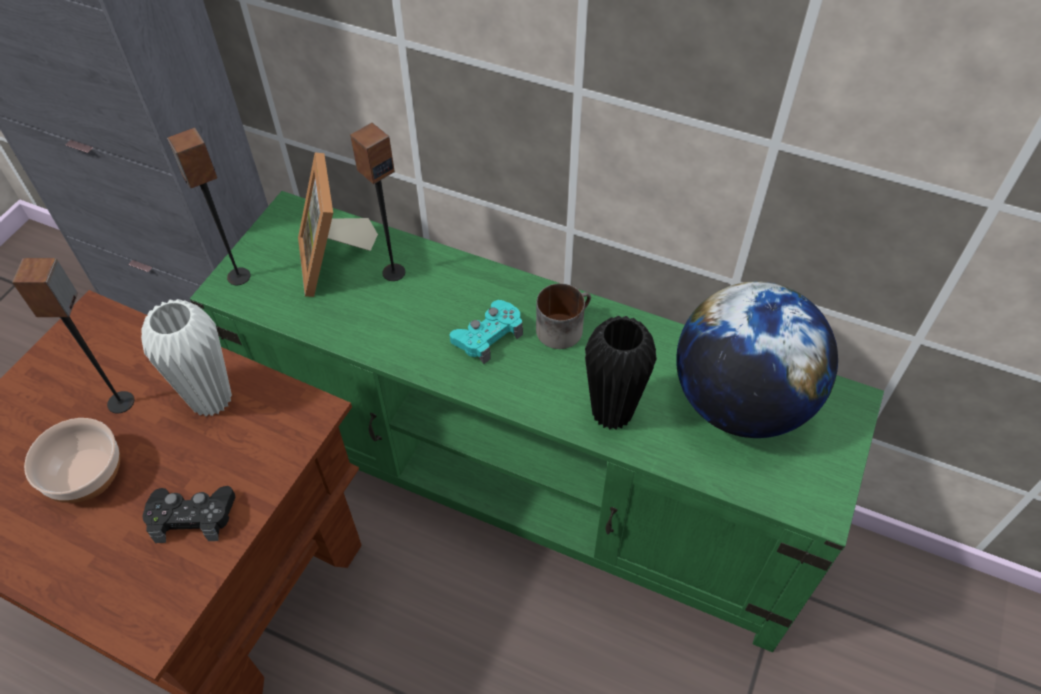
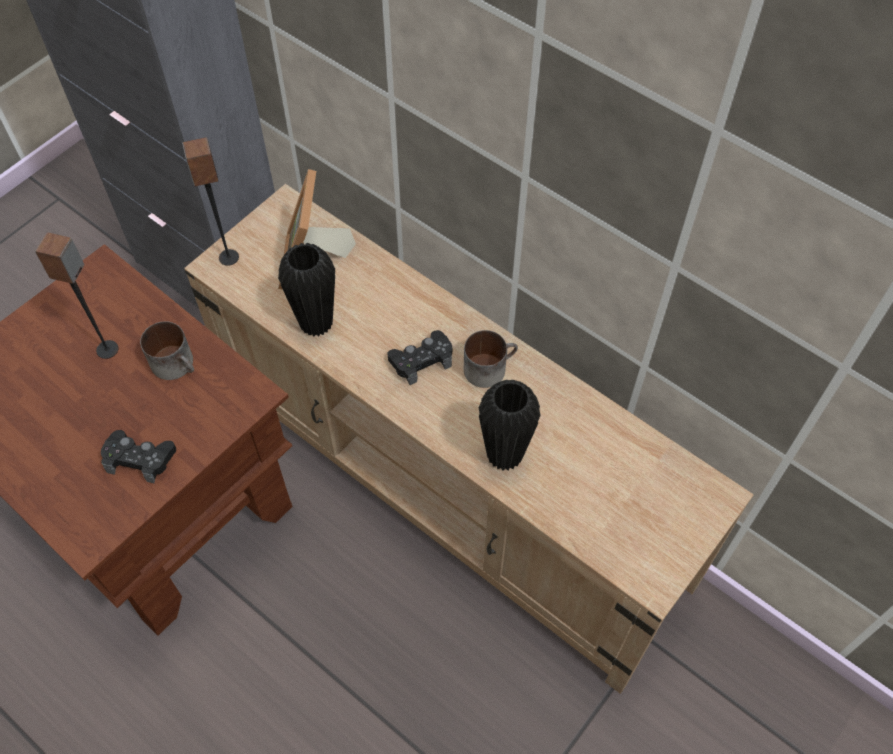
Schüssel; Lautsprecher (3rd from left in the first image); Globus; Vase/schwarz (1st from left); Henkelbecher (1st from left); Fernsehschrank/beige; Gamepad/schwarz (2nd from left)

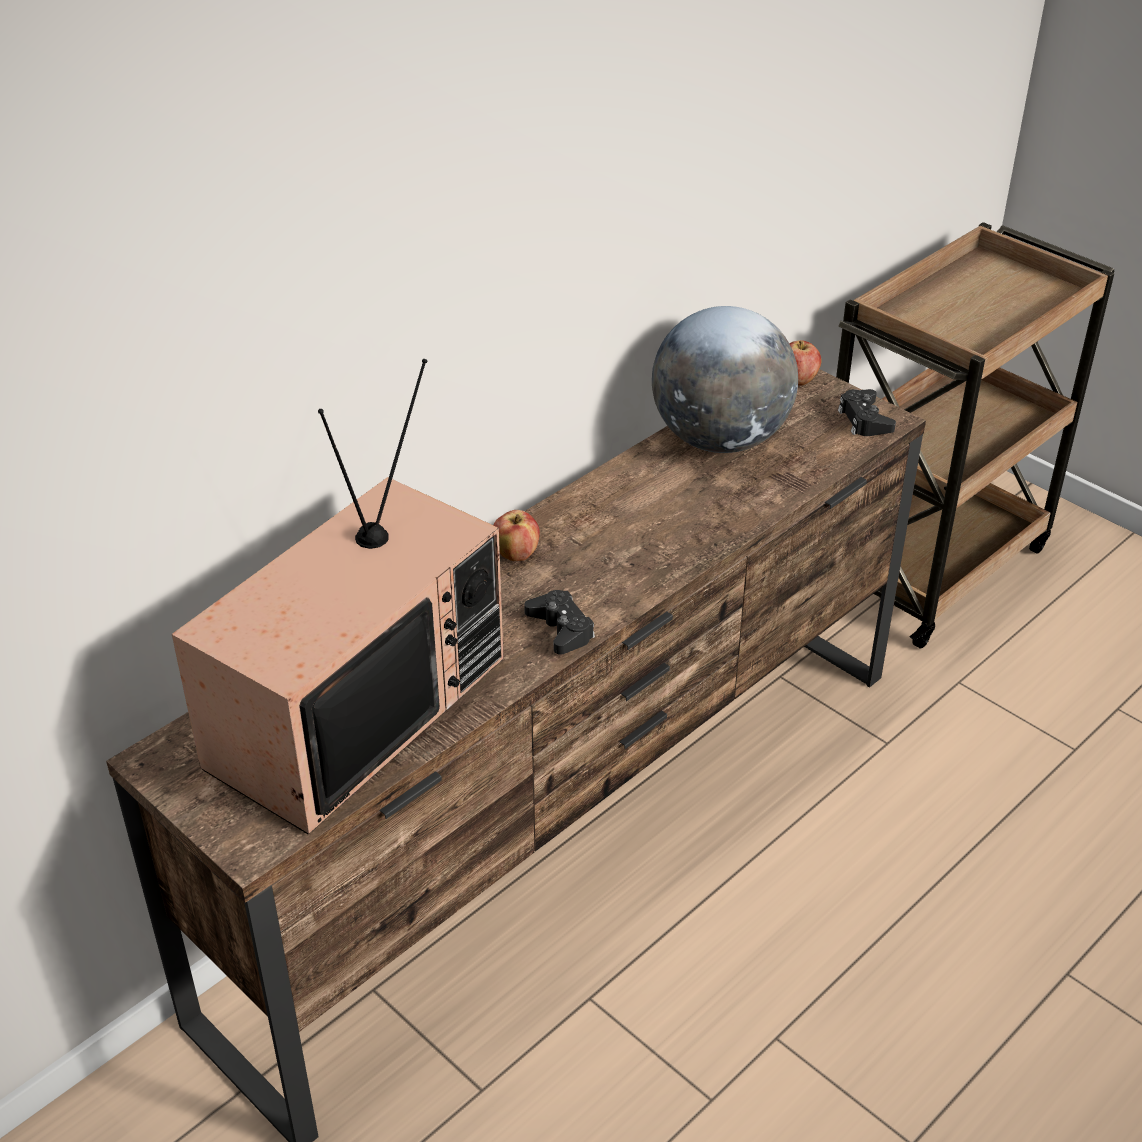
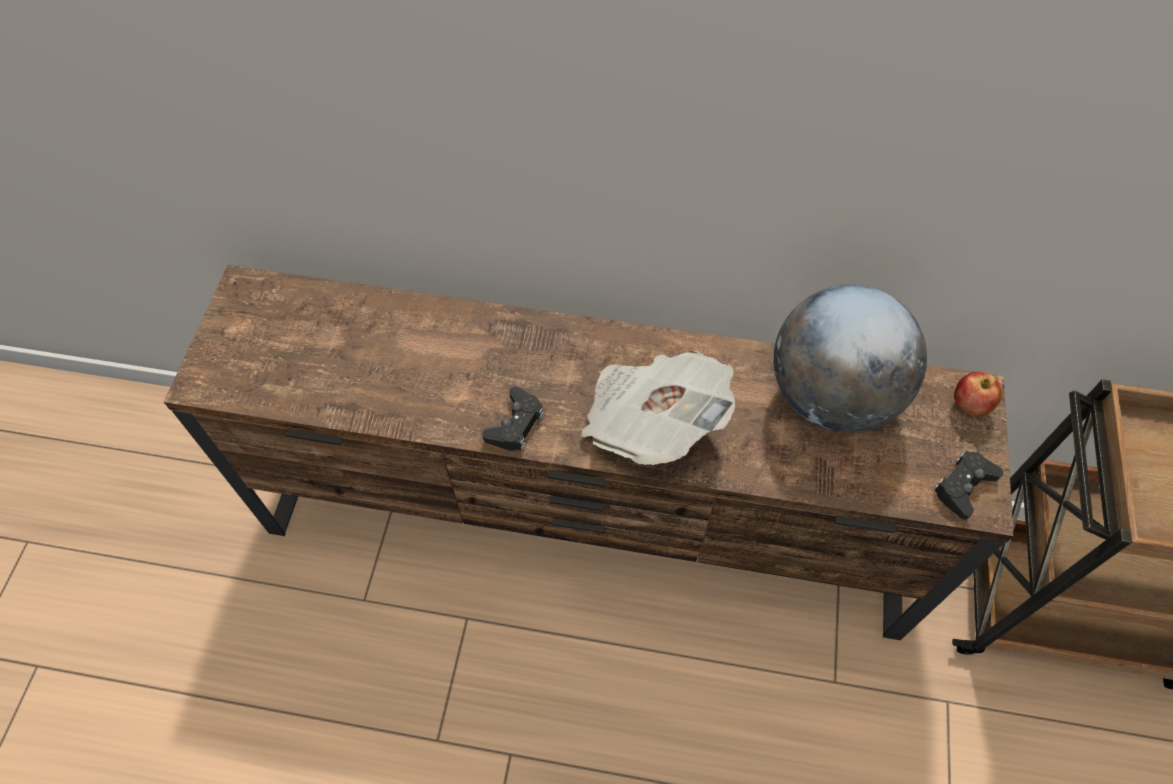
Fernseher; Apfel (1st from left in the first image); Zeitung

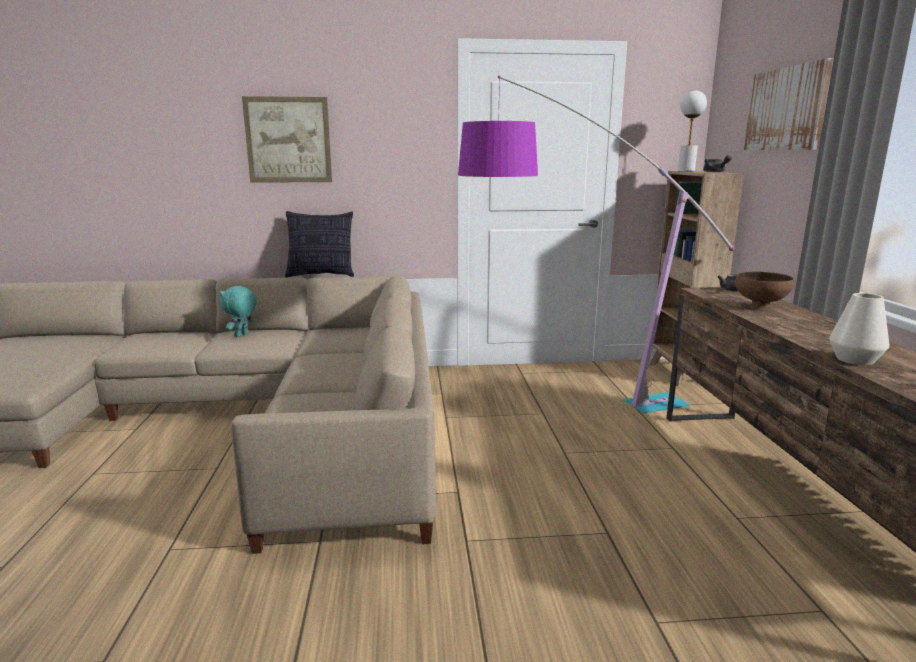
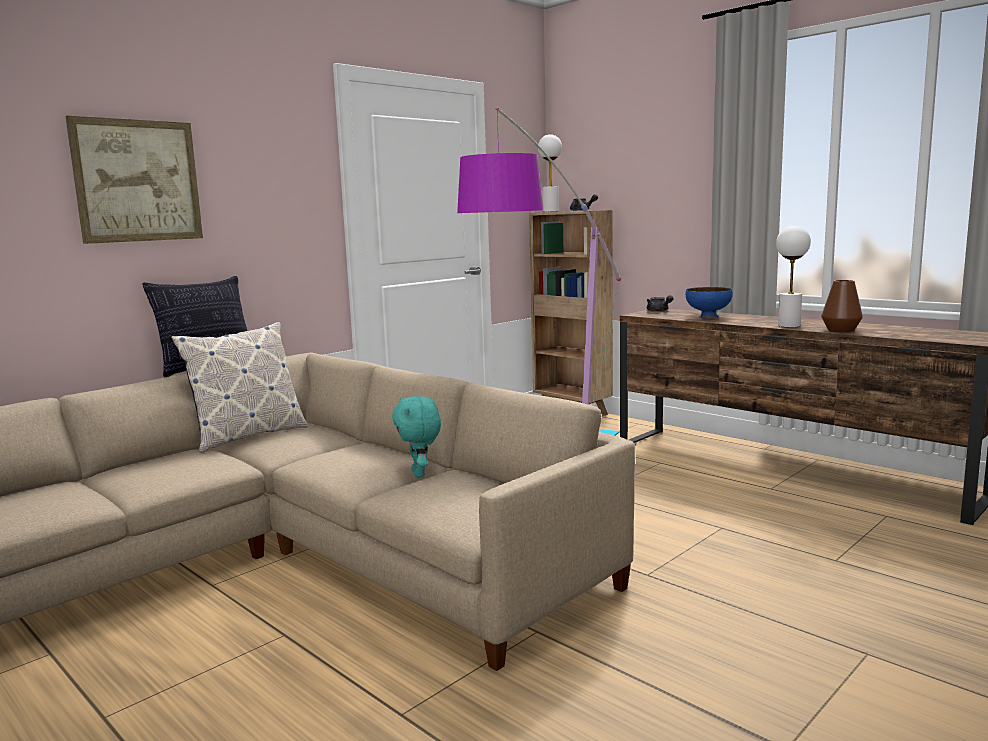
Bild (2nd from left in the first image); Kissen (2nd from left); Tischlampe/weiß (2nd from left); Plüschtier/türkis; Schüssel/blau; Vase/braun

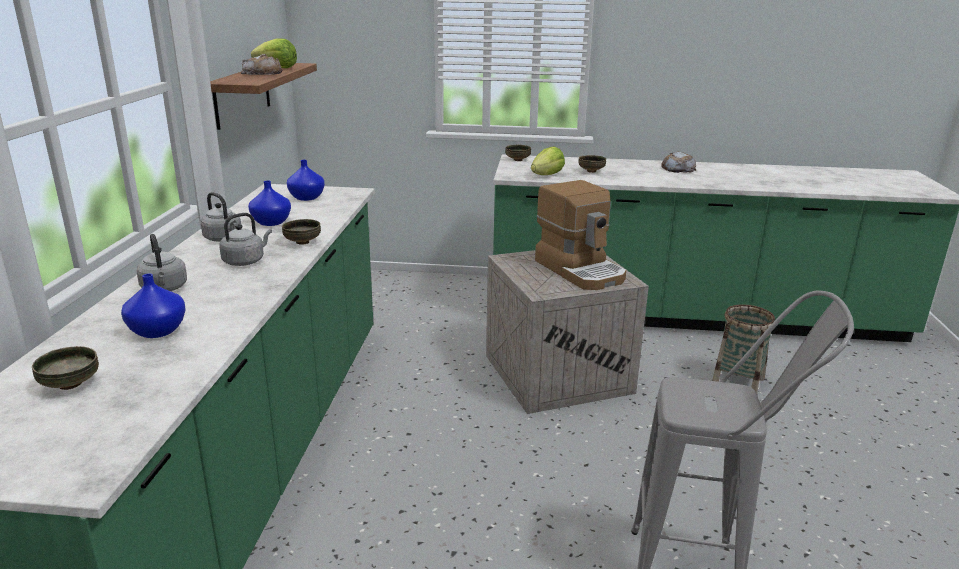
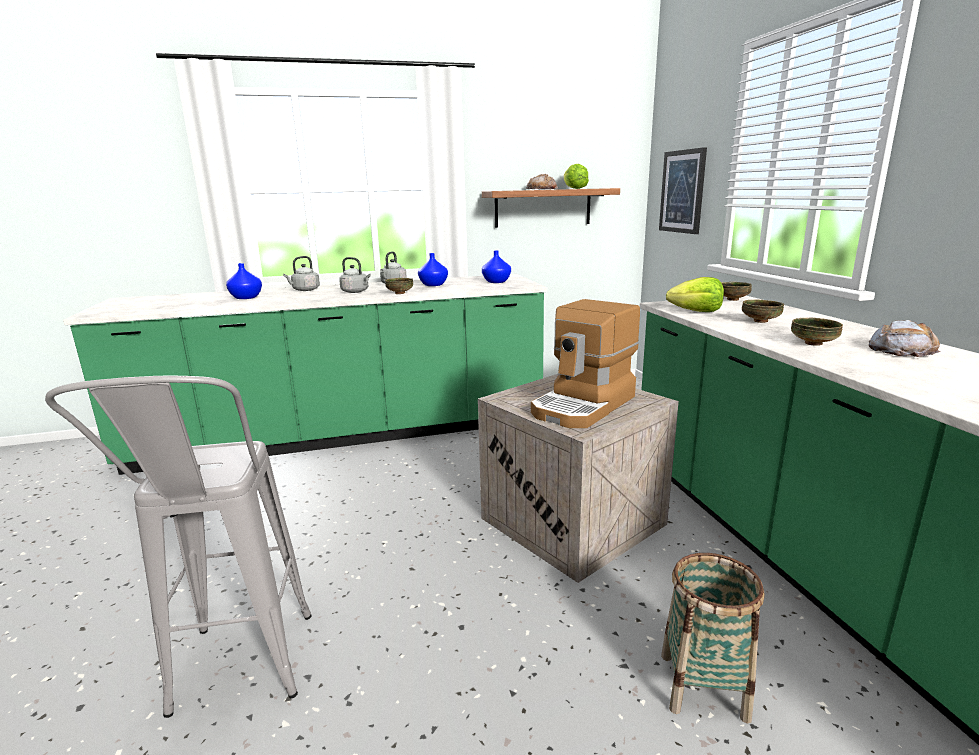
Bild; Schüssel (4th from left)

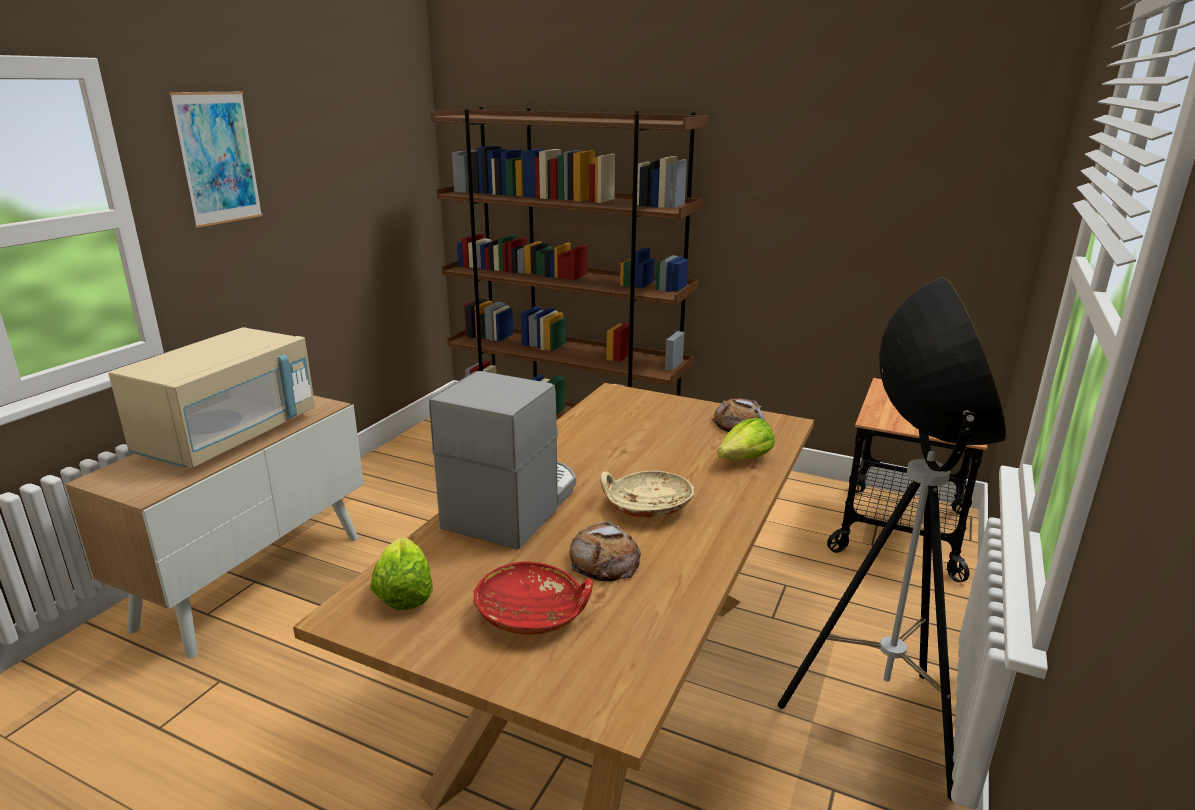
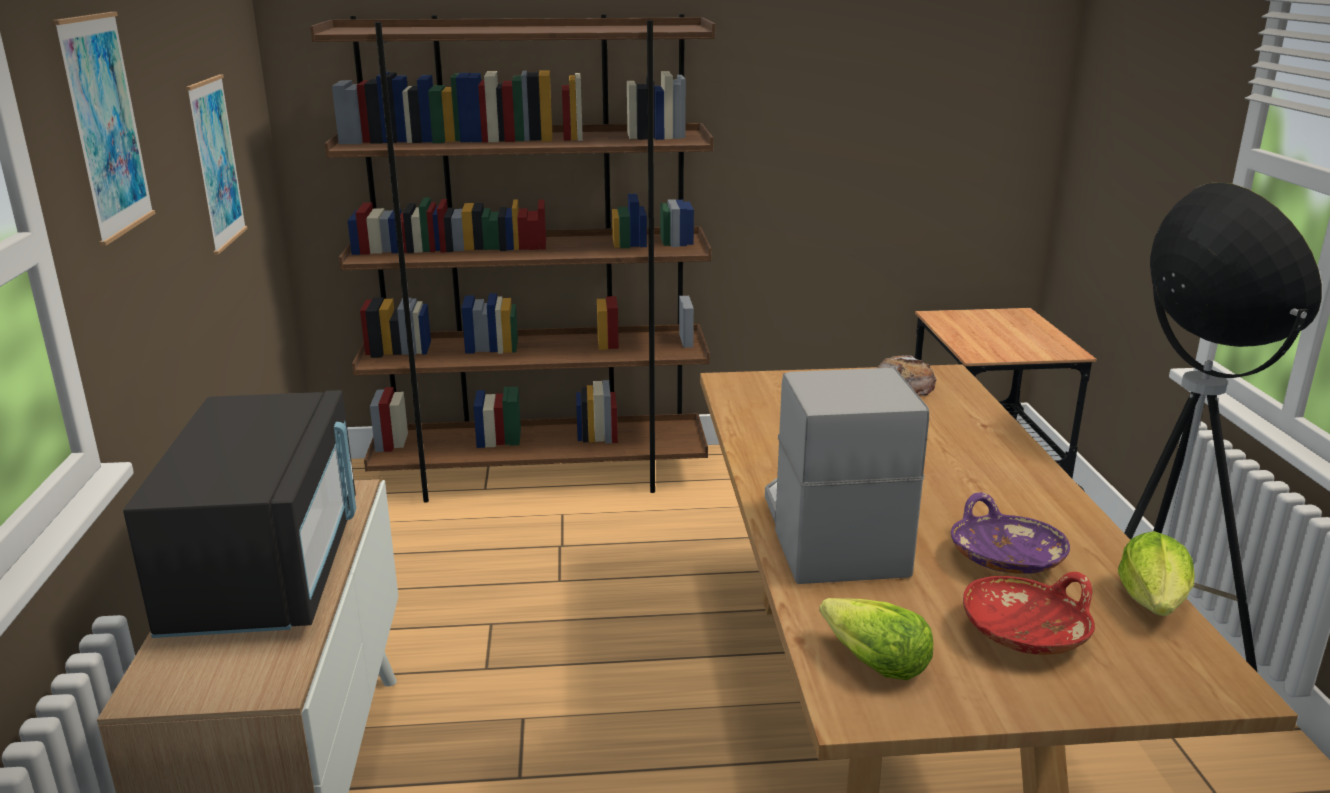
Schüssel/beige; Bild (2nd from left); Salatkopf (2nd from left); Schüssel/lila; Mikrowelle/schwarz

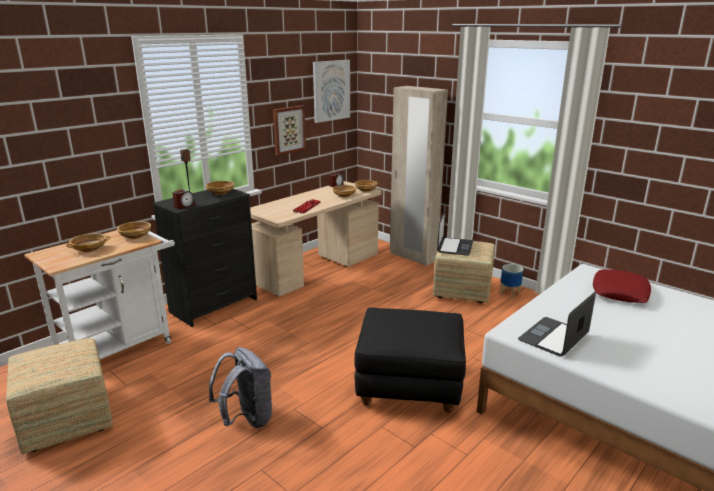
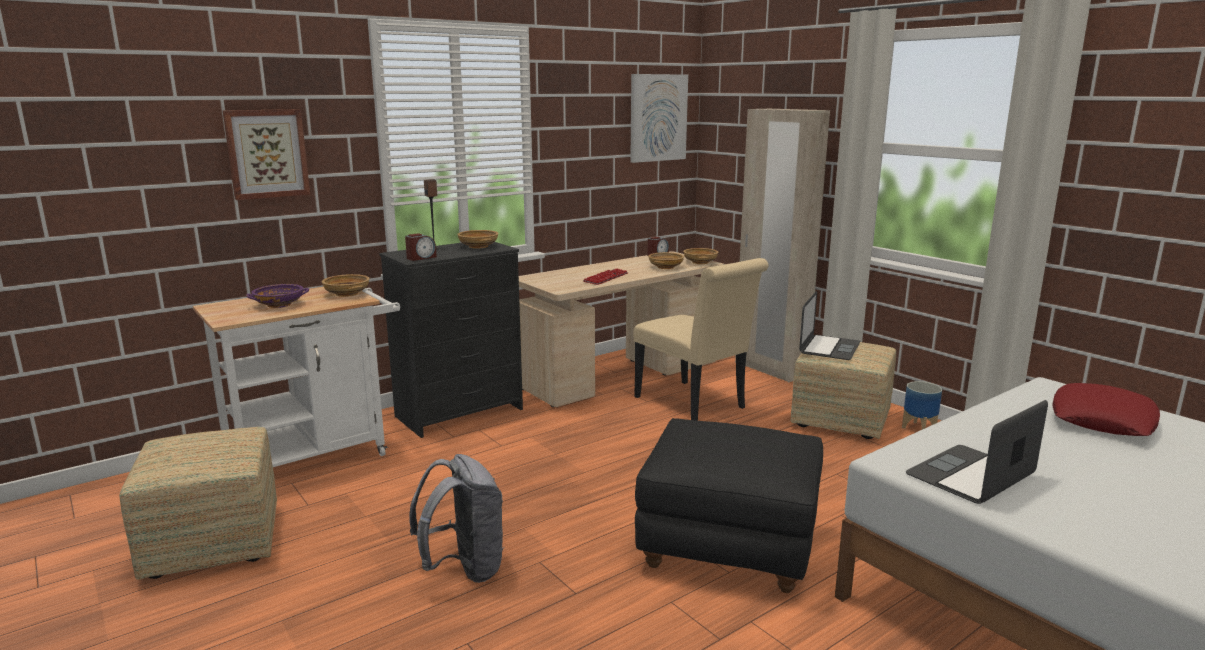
Stuhl/beige; Bild (1st from left); Schüssel/lila

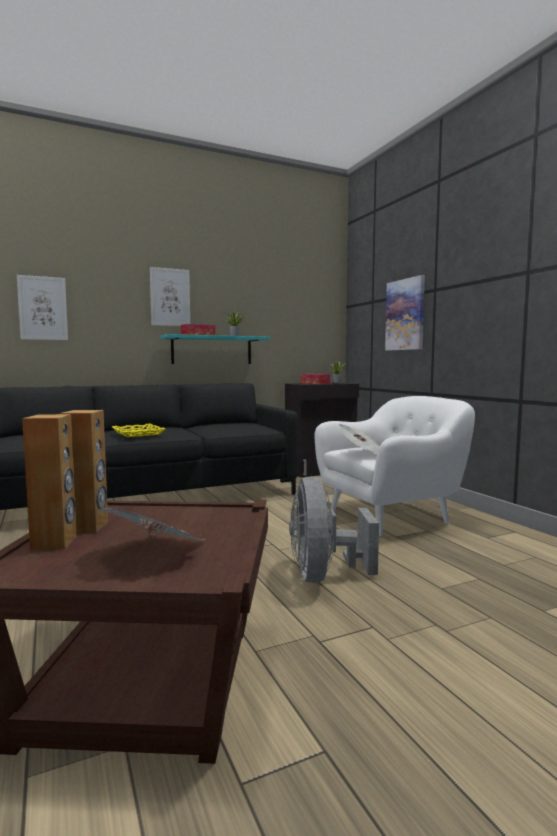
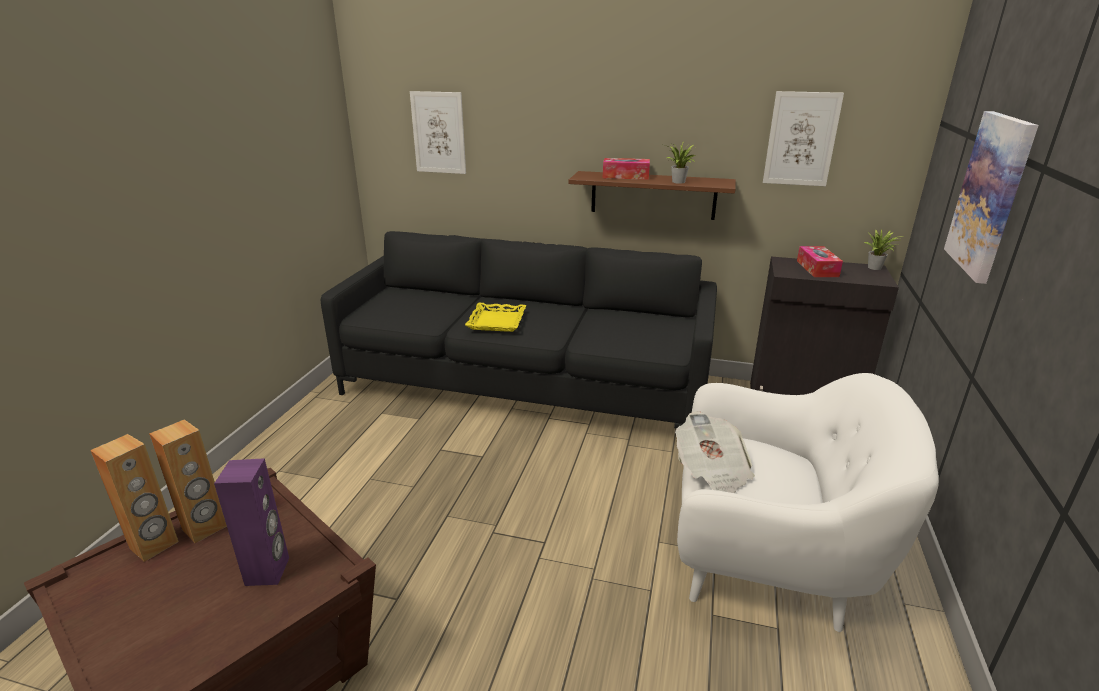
Zeitung (1st from left in the first image); Ventilator/grau; Lautsprecher/lila; Bild (2nd from left); Wandregal/braun

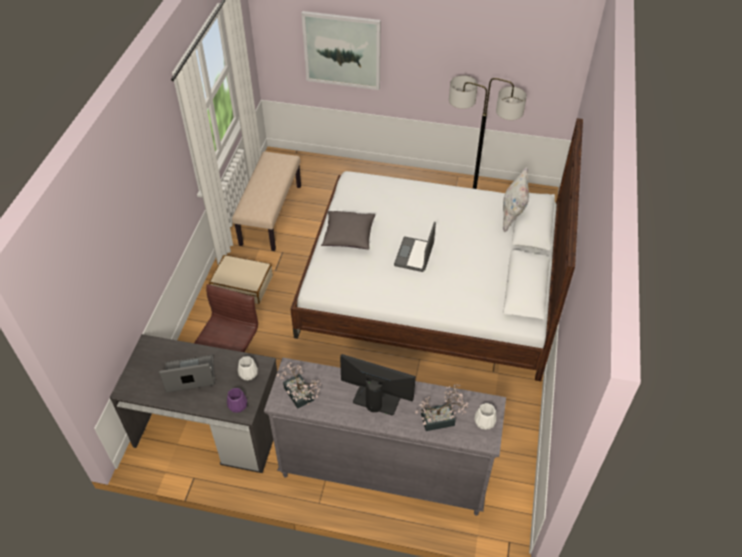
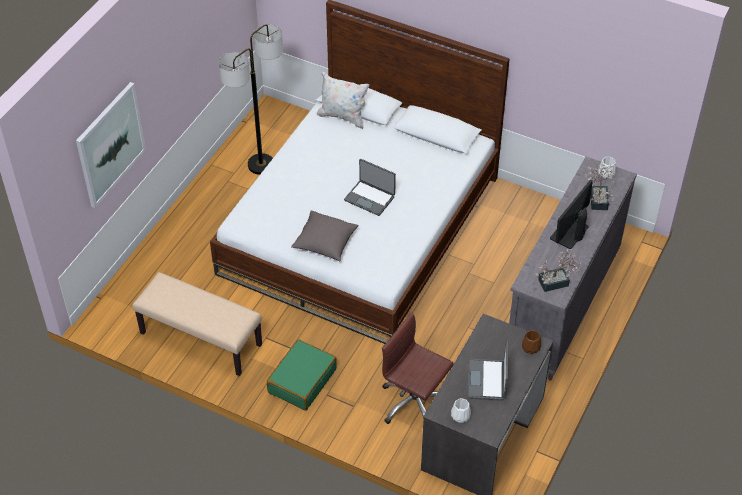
Vase/weiß (1st from left); Koffer/grün; Vase/braun

